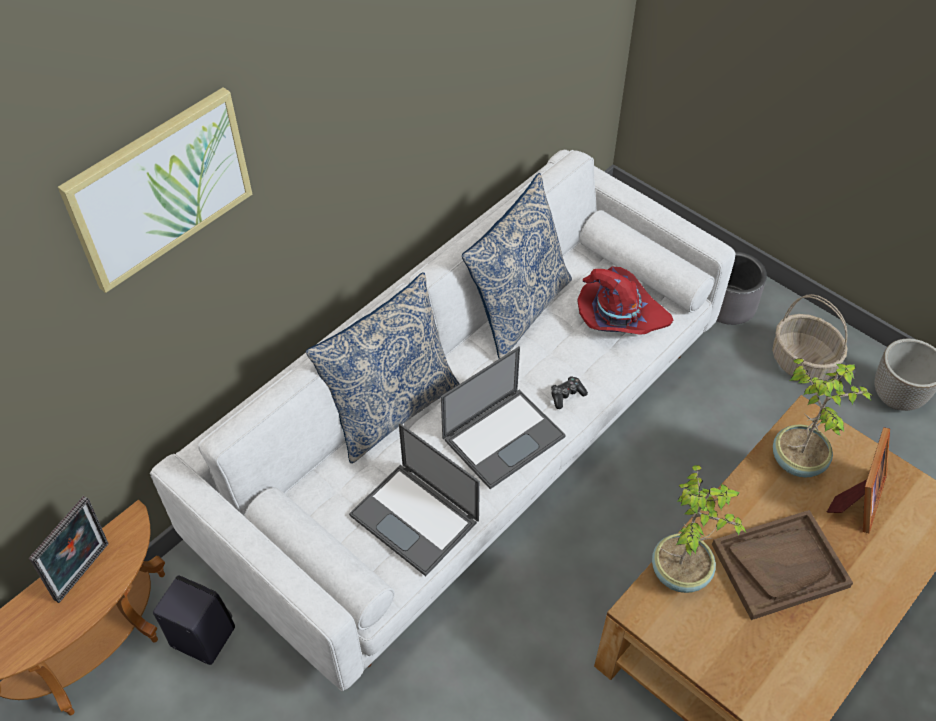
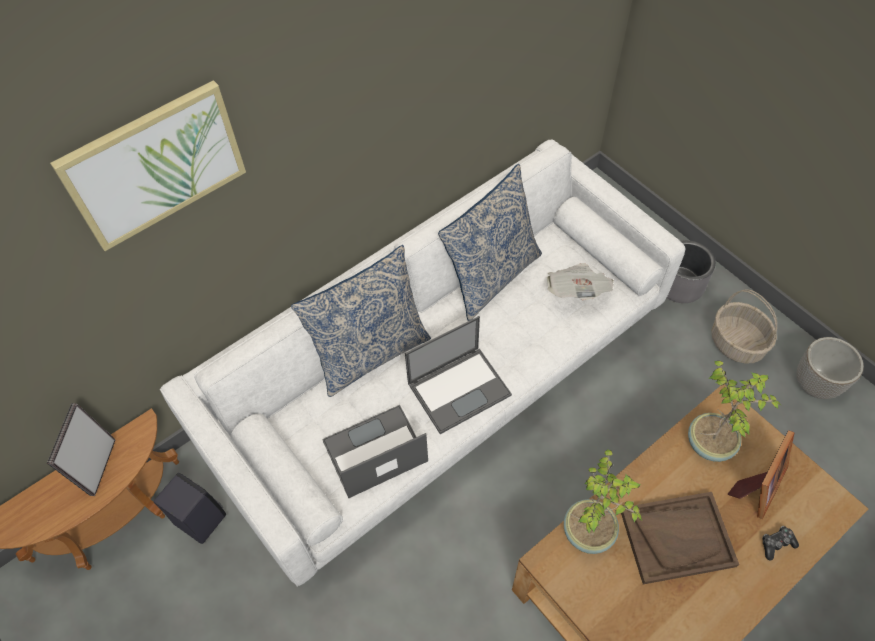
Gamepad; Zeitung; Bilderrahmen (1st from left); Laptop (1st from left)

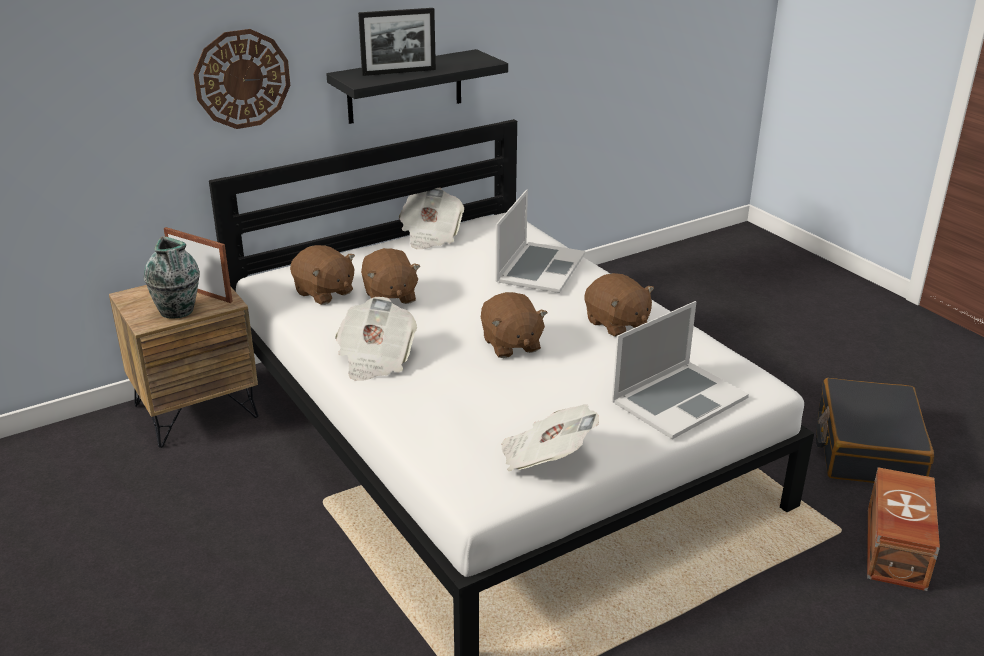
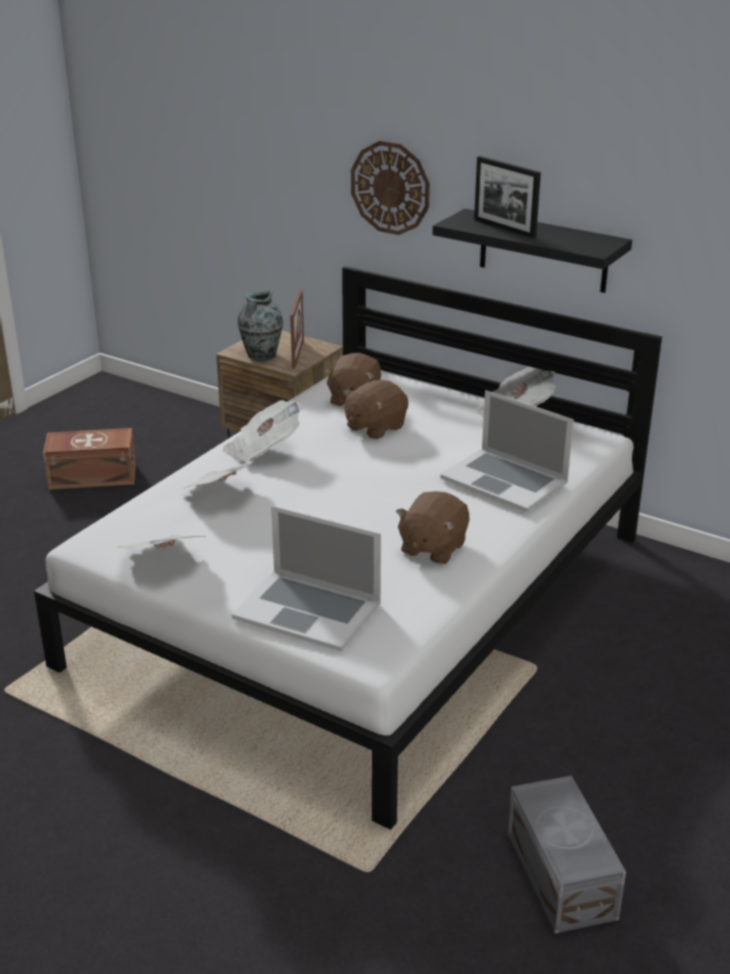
Plüschtier/braun (3rd from left in the first image); Zeitung (2nd from left); Aufbewahrungsbox/braun; Aufbewahrungsbox/grau; Laptop (2nd from left)

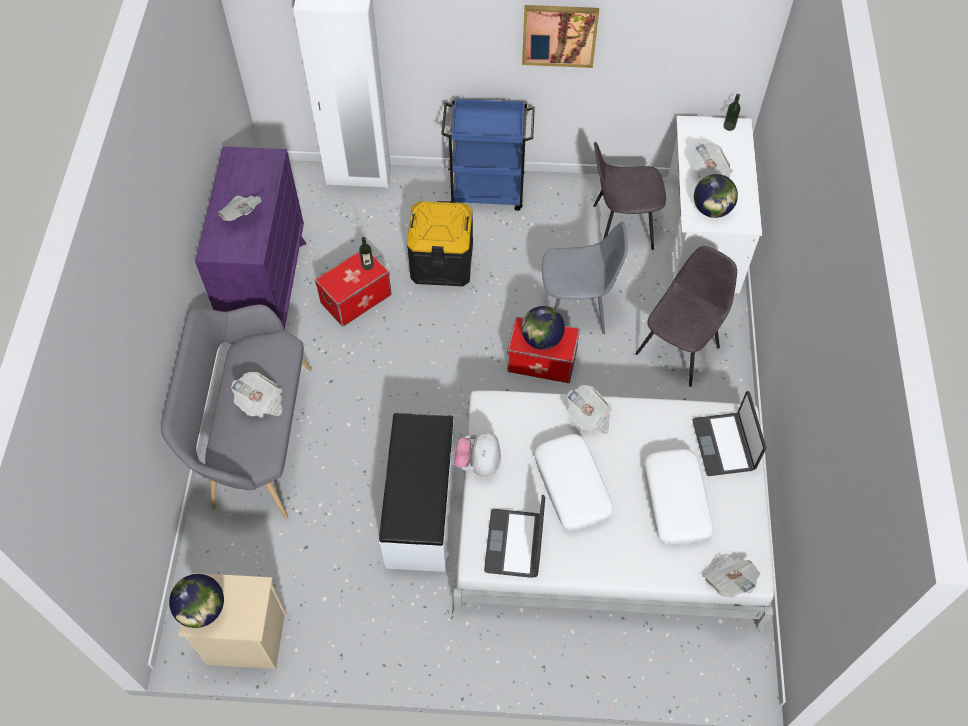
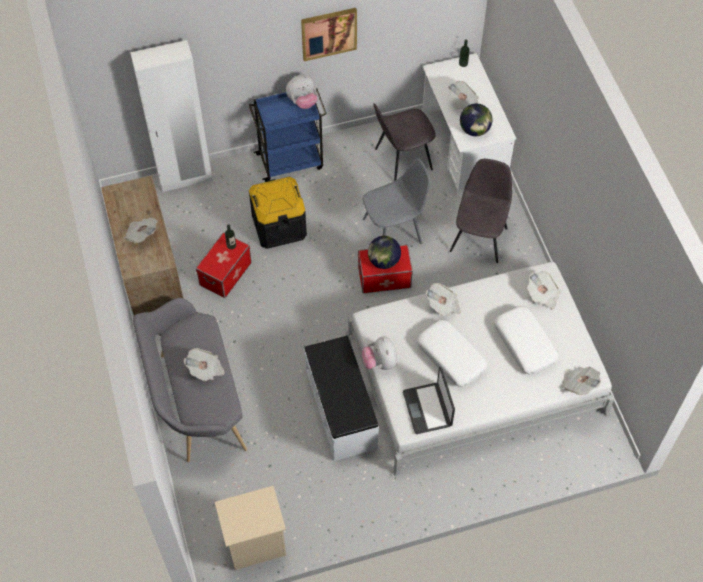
Globus (1st from left in the first image); Plüschtier (1st from left); Zeitung (5th from left); Kommode/braun

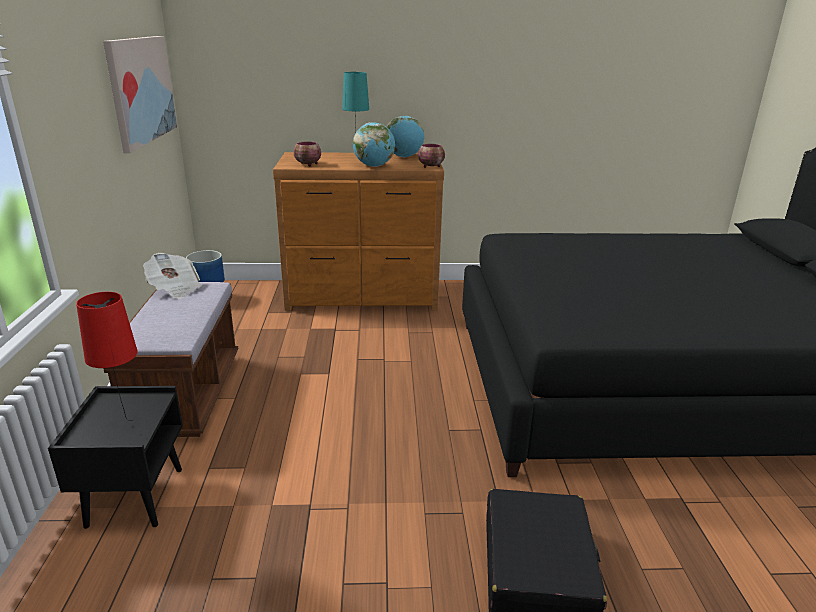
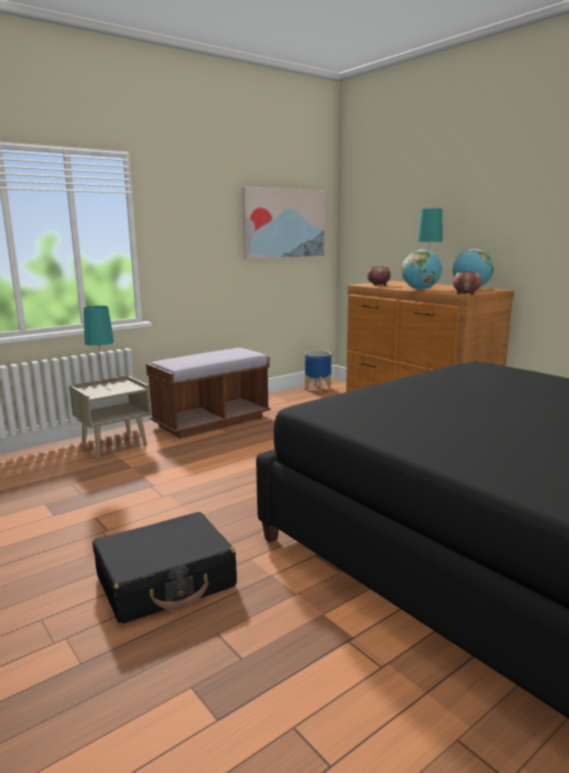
Zeitung; Nachttisch/beige; Tischlampe/türkis (1st from left)

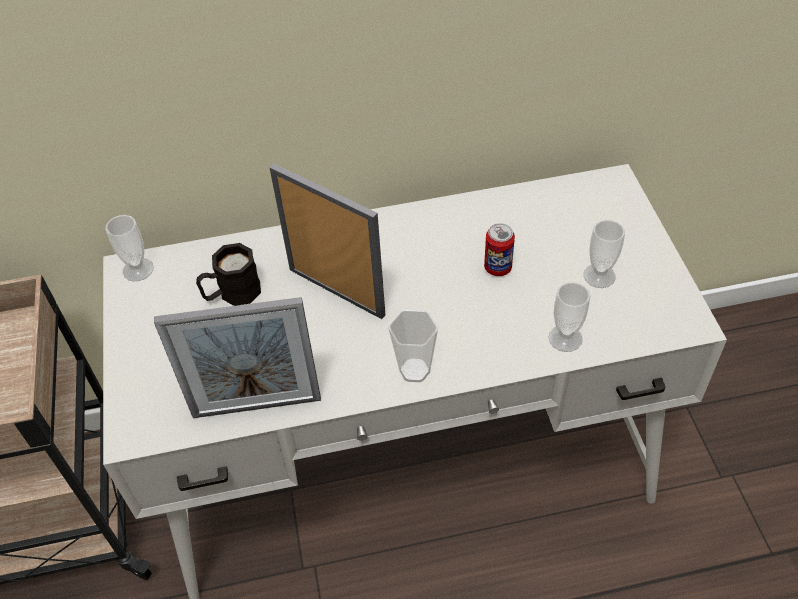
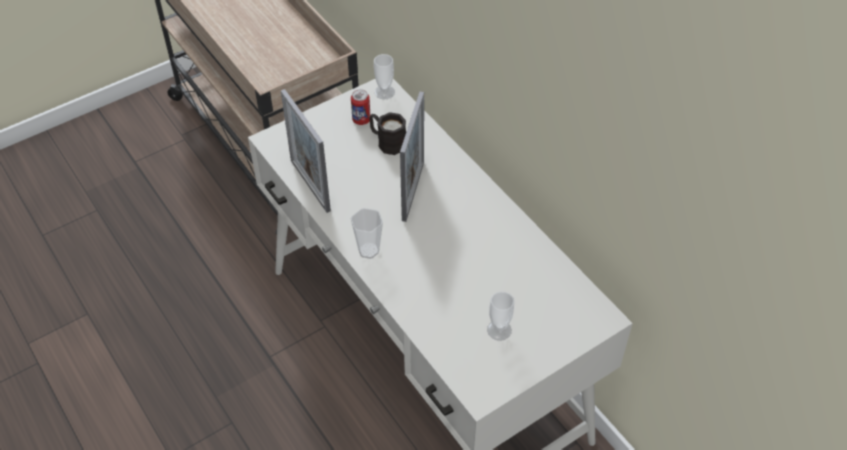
Tasse (3rd from left in the first image); Dose

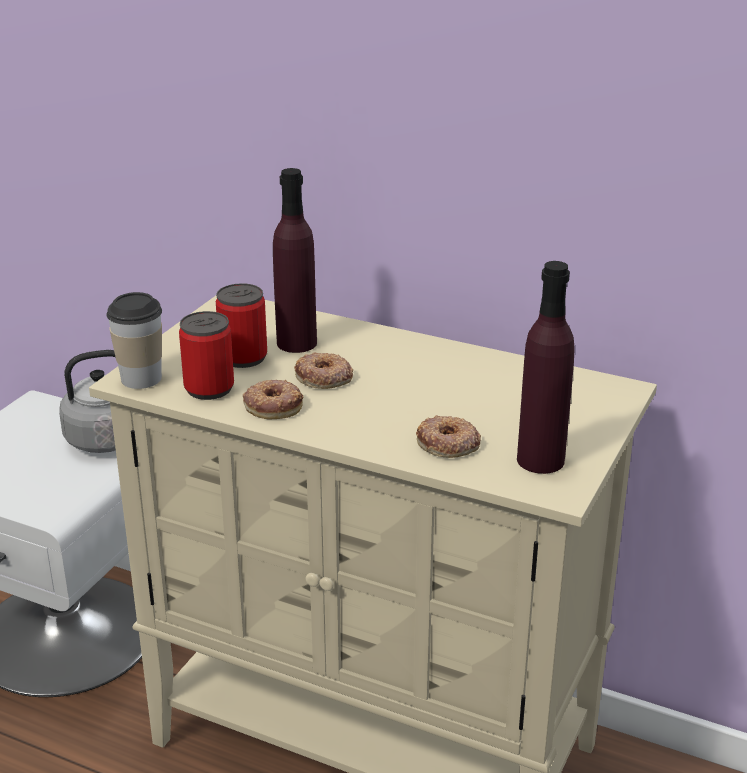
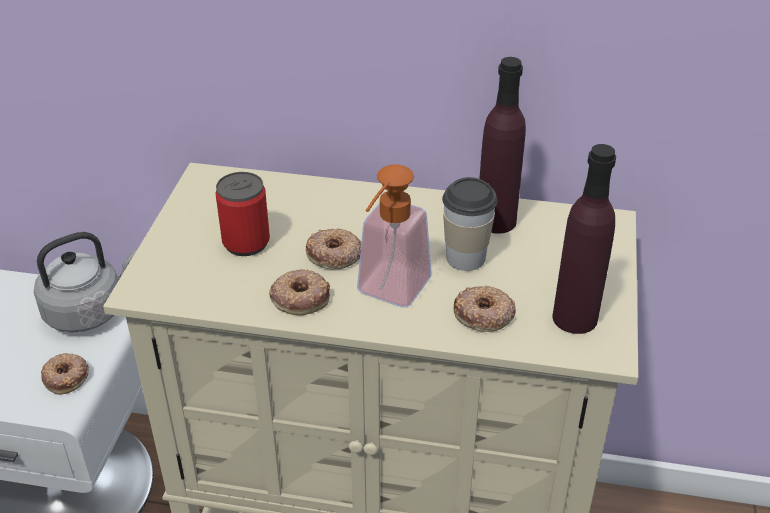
Dose (1st from left in the first image); Donut (1st from left); Seifenspender; Tasse; Flasche/lila (1st from left)

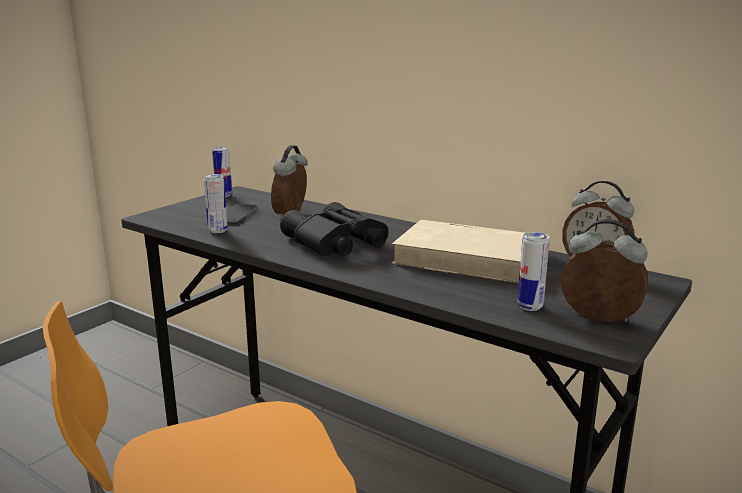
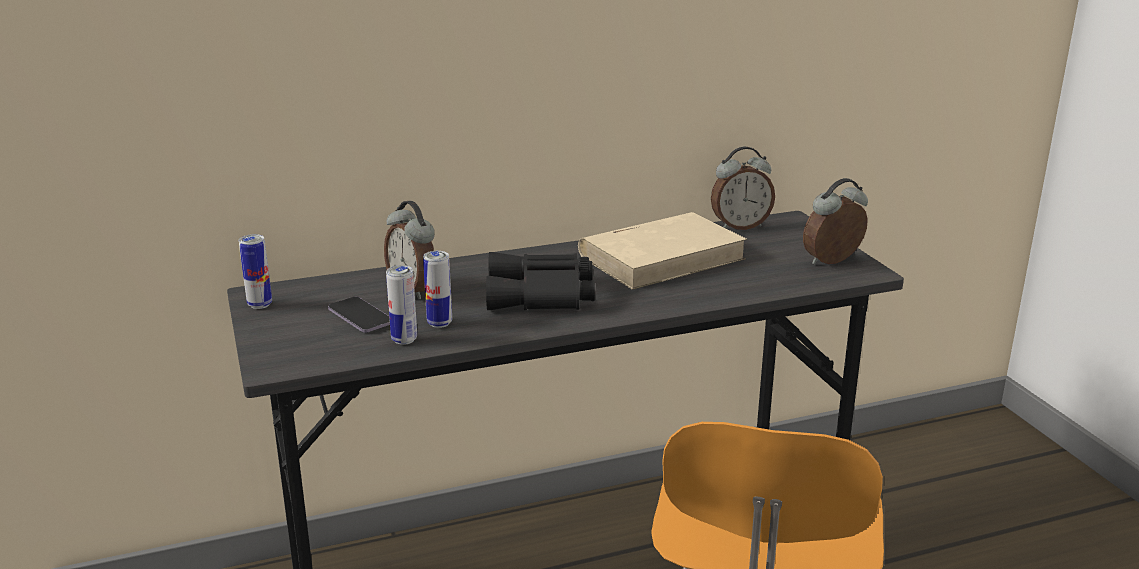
Dose (3rd from left)

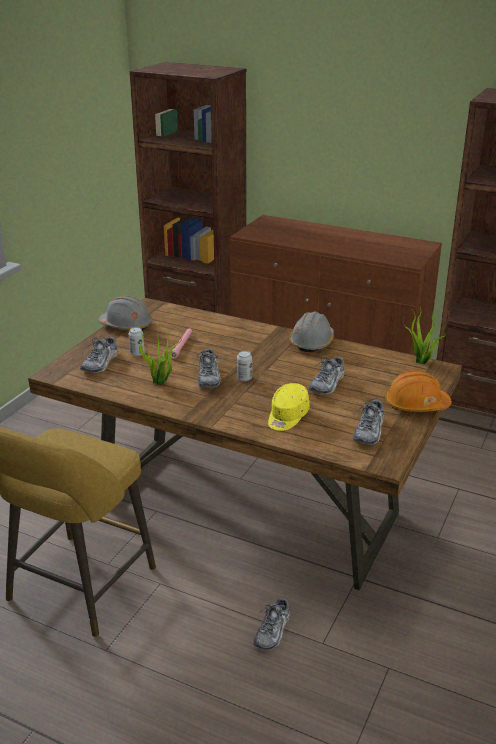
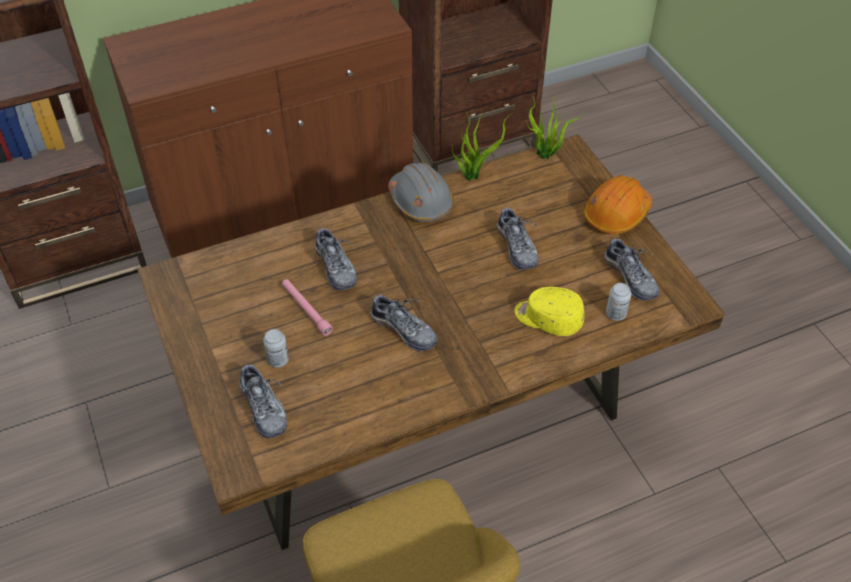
Schutzhelm/grau (1st from left in the first image); Topfpflanze (1st from left); Dose (2nd from left); Schuh (2nd from left); Kappe/gelb

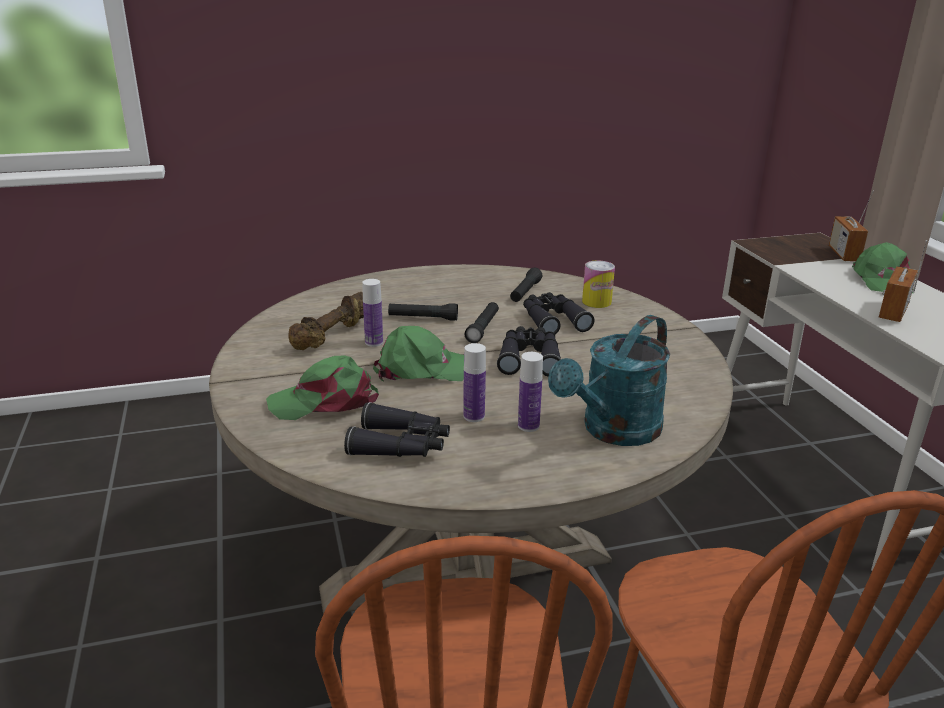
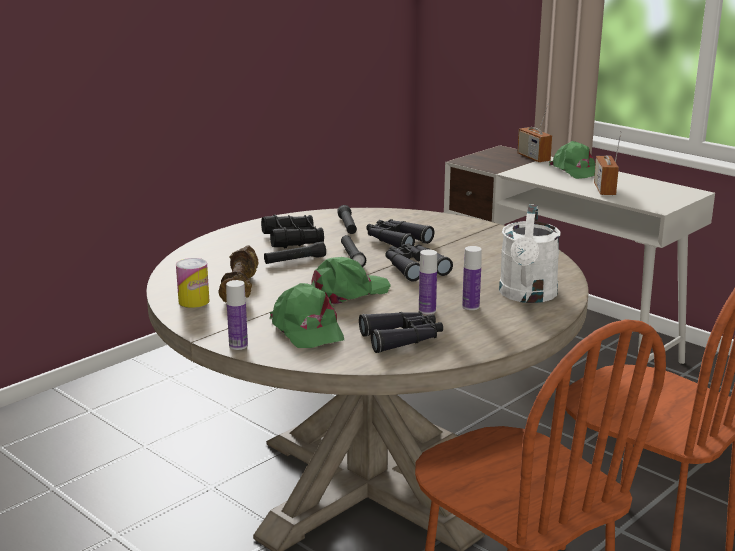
Fernglas/schwarz (1st from left); Flasche (1st from left); Dose; Gießkanne/weiß; Kappe/grün (1st from left)

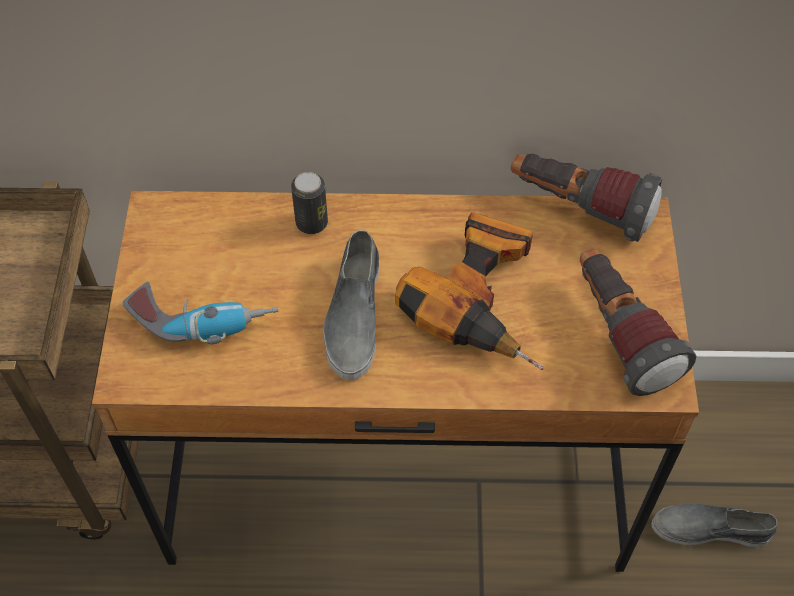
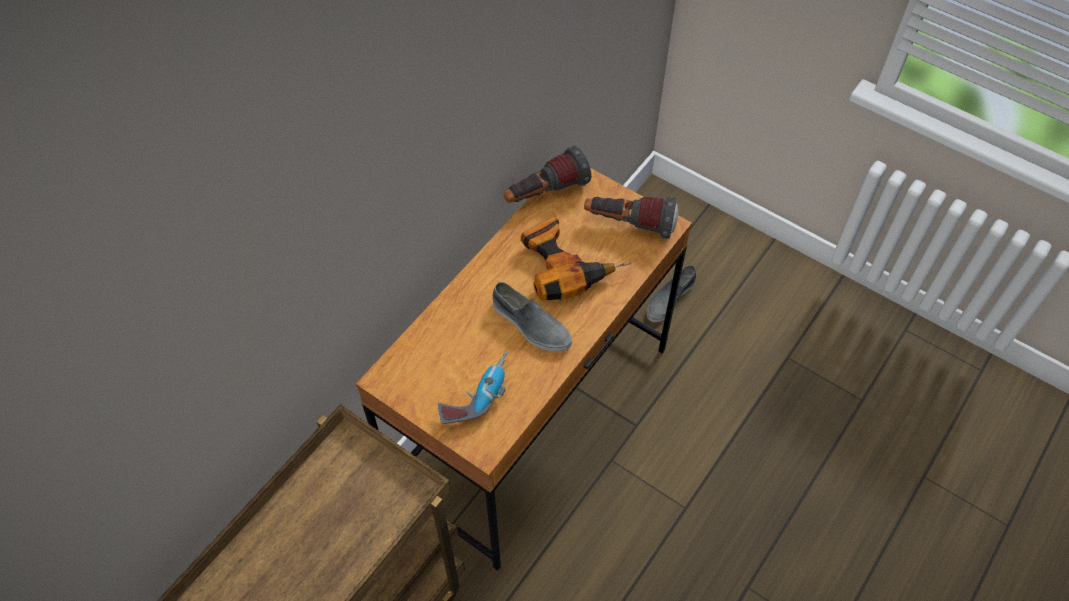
Dose

